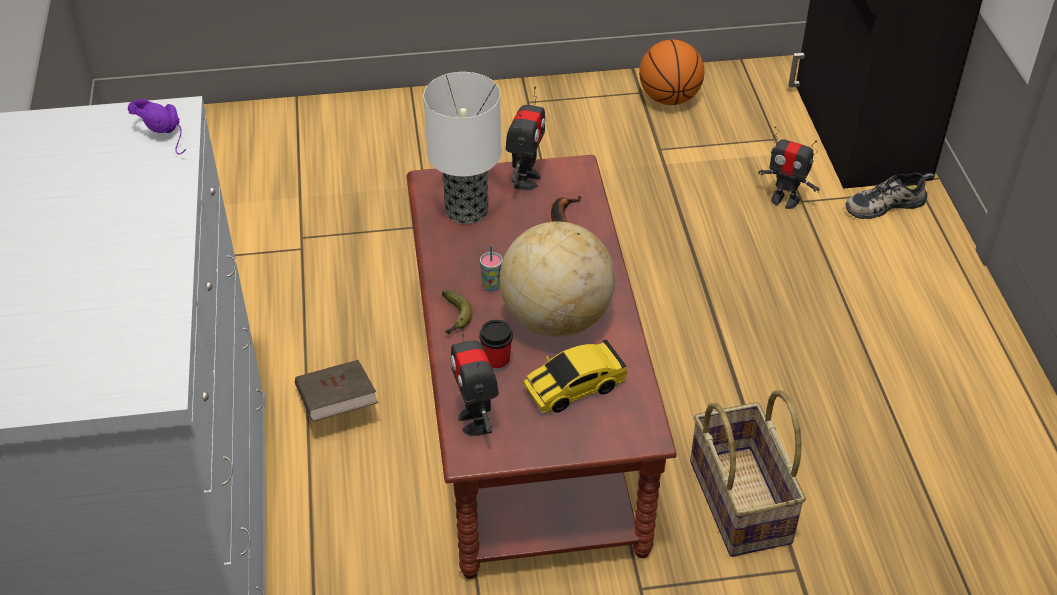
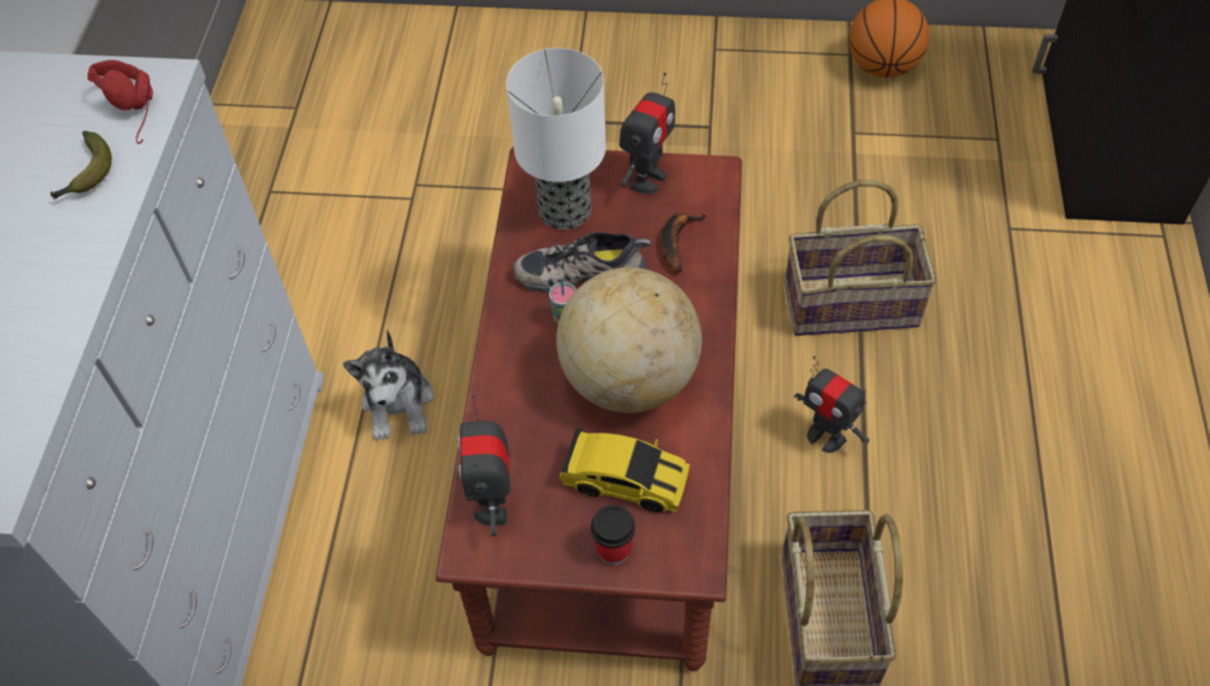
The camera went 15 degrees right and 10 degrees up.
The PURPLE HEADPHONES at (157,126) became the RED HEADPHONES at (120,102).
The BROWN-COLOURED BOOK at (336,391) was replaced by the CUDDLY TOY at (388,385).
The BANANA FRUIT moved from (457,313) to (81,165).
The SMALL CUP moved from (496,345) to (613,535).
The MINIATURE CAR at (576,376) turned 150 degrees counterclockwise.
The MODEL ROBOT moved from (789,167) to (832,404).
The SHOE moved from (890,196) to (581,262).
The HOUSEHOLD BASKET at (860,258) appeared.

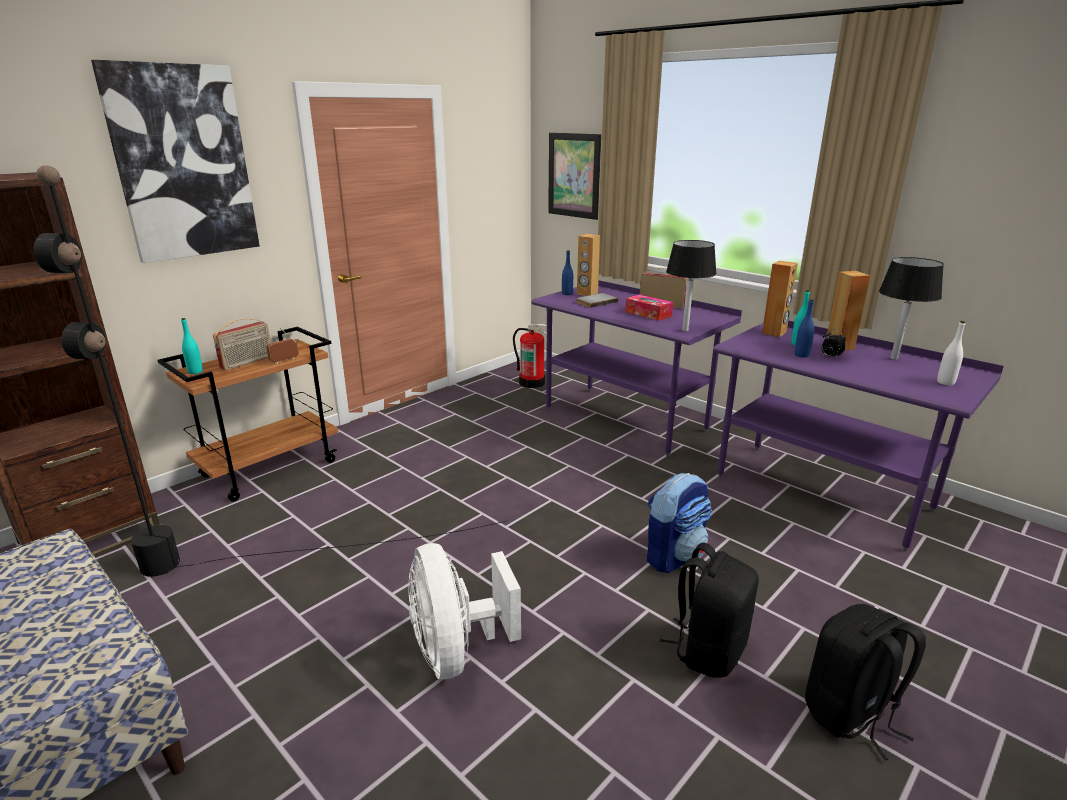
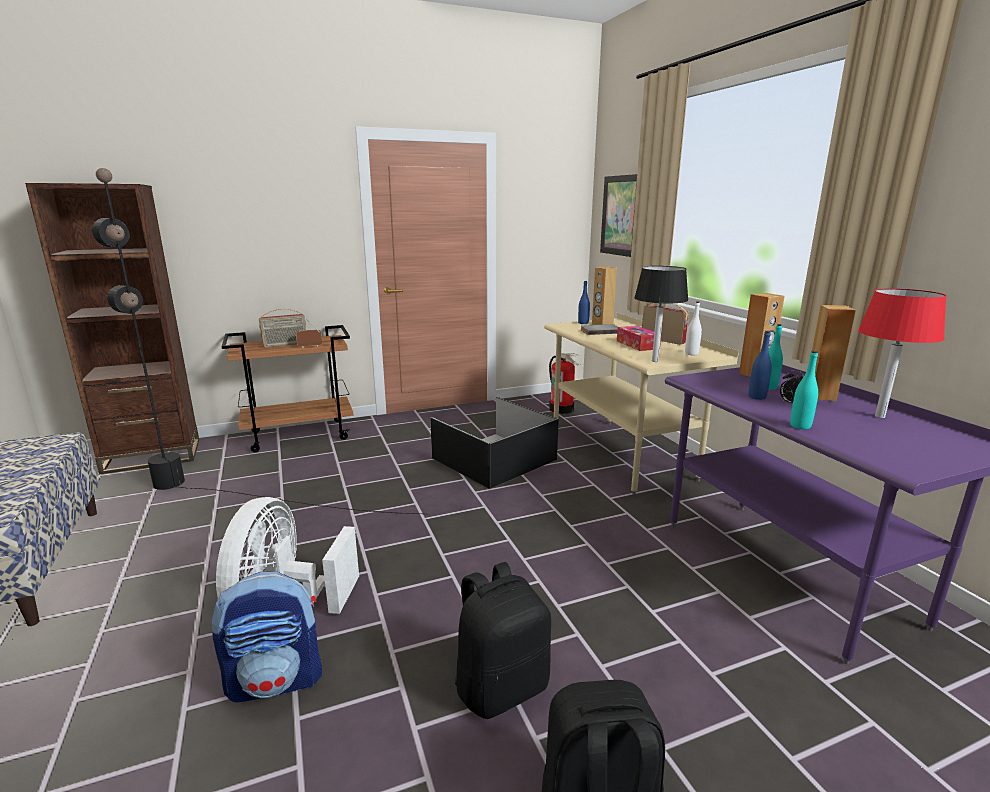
The camera went 25 degrees right and 5 degrees down.
The PICTURE at (175,161) disappeared.
The TURQUOISE-COLOURED BOTTLE moved from (192,346) to (804,390).
The PURPLE DESK UNIT at (636,368) became the SAND-COLOURED DESK UNIT at (641,404).
The RUCKSACK moved from (679,523) to (267,636).
The BLACK-COLOURED TABLETOP LAMP at (911,308) became the RED TABLETOP LAMP at (902,353).
The WHITE-COLOURED BOTTLE moved from (951,353) to (693,328).
The BLACK-COLOURED STORAGE BIN at (494,443) appeared.

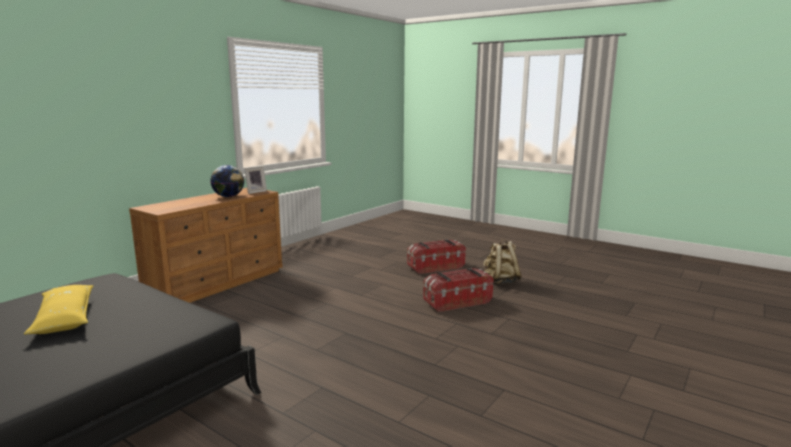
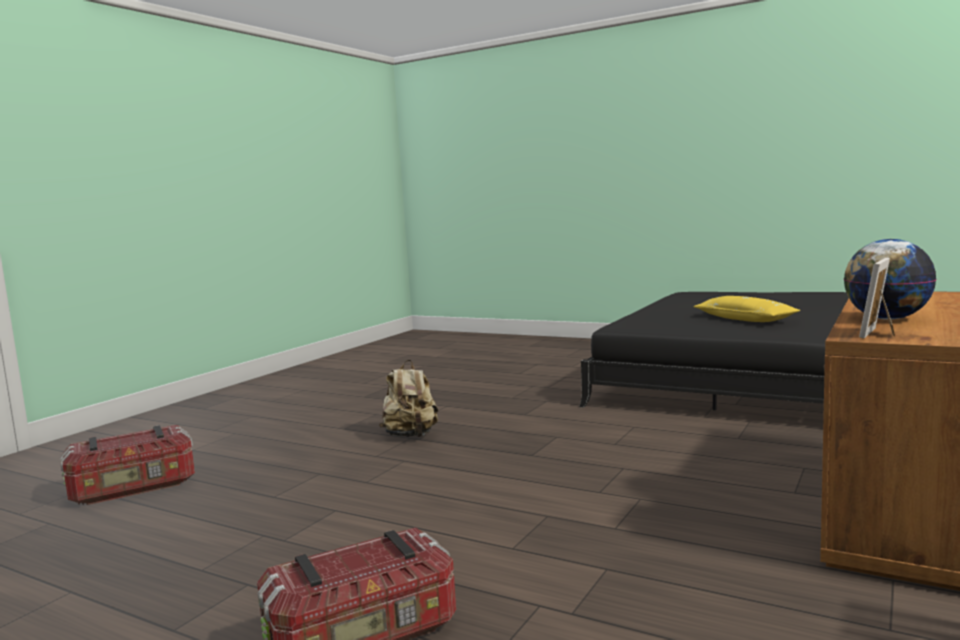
The camera went 175 degrees right and 5 degrees down.
The STORAGE BIN moved from (458,290) to (127,465).
The SAND-COLOURED RUCKSACK moved from (502,261) to (408,398).

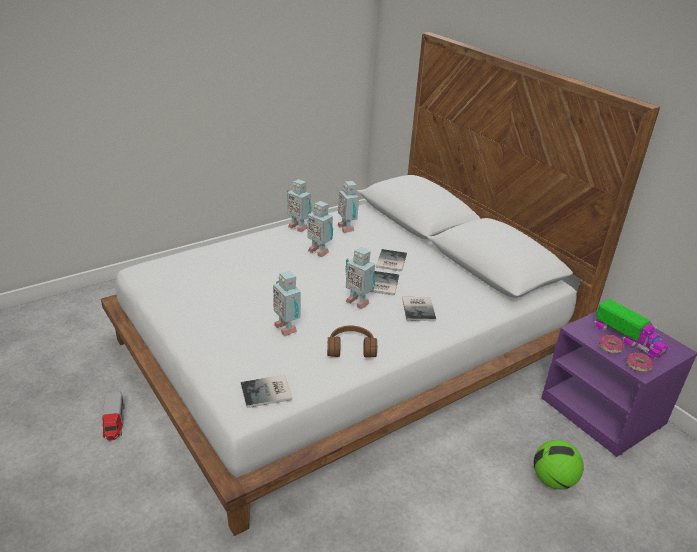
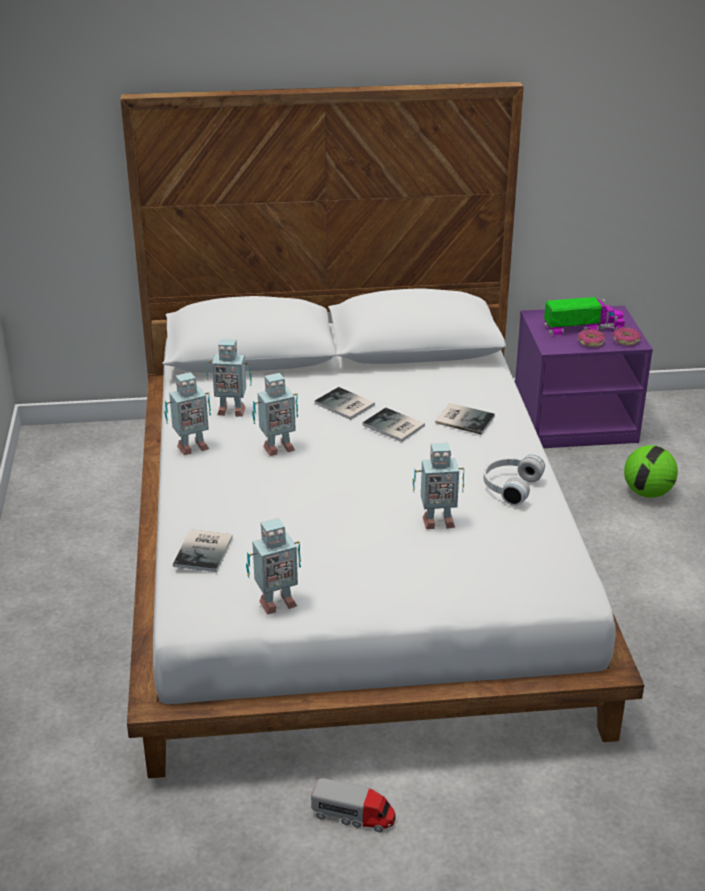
The camera went 60 degrees left and 0 degrees up.
The BOOK moved from (266,391) to (203,550).
The BROWN-COLOURED HEADPHONES at (352,342) became the WHITE-COLOURED HEADPHONES at (514,480).
The MODEL ROBOT moved from (360,278) to (273,566).

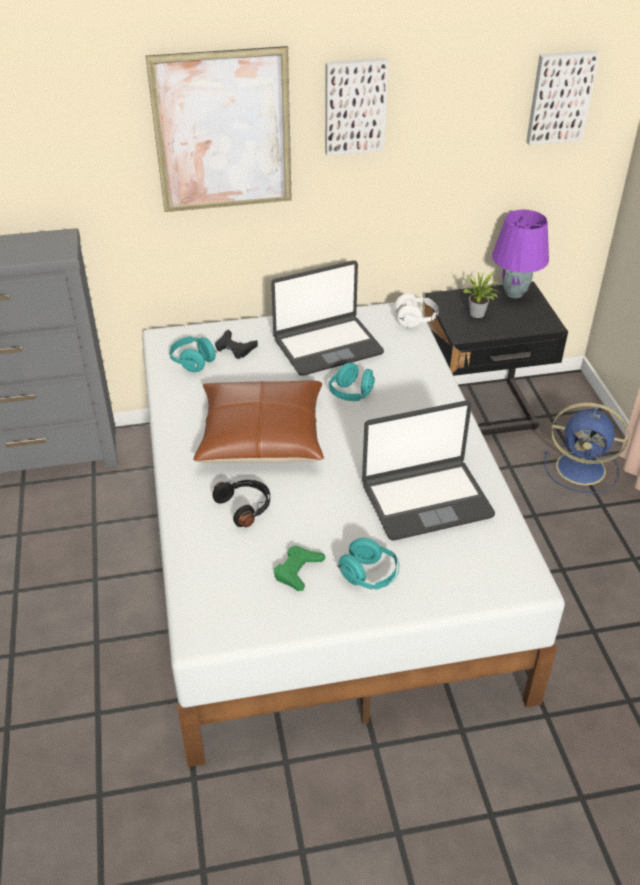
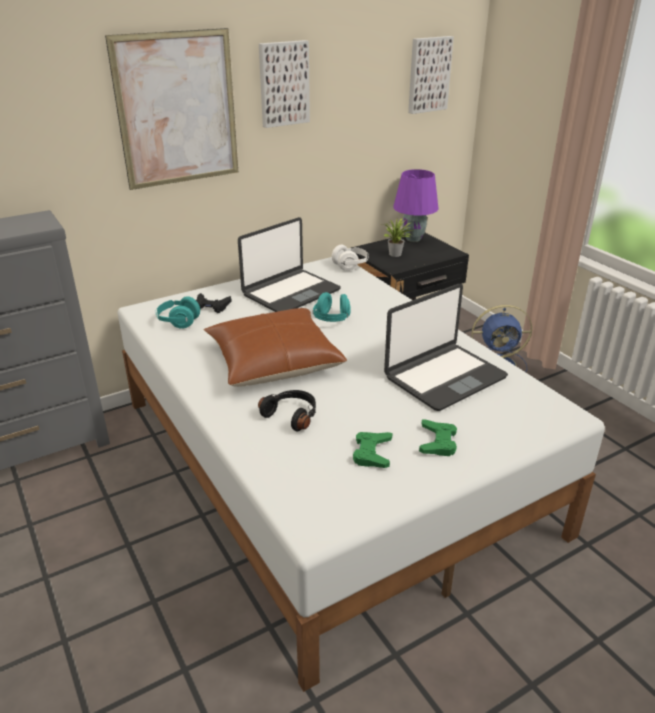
The camera went 20 degrees left and 10 degrees down.
The TURQUOISE-COLOURED HEADPHONES at (368,564) was replaced by the GREEN-COLOURED JOYPAD at (438,437).

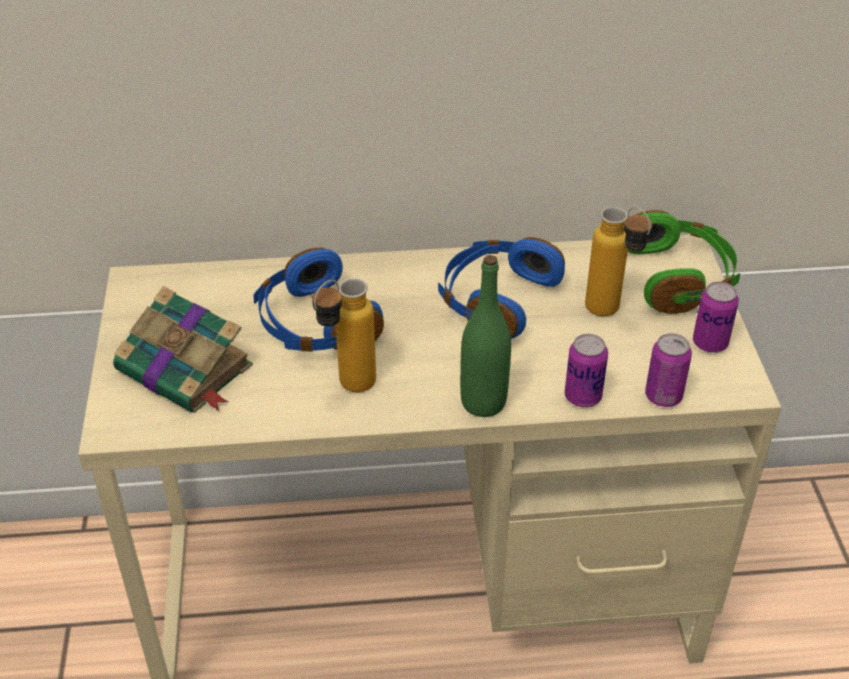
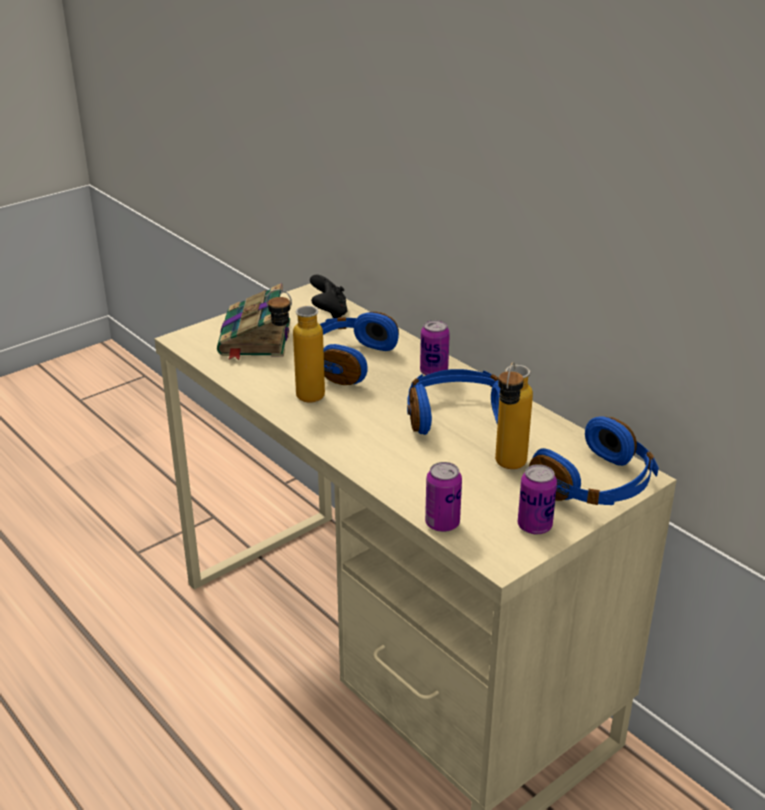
The camera went 55 degrees right and 10 degrees down.
The GREEN-COLOURED BOTTLE at (485,336) disappeared.
The CAN moved from (586,370) to (435,347).
The GREEN-COLOURED HEADPHONES at (684,262) became the BLUISH HEADPHONES at (594,461).
The BLACK-COLOURED JOYPAD at (329,296) appeared.

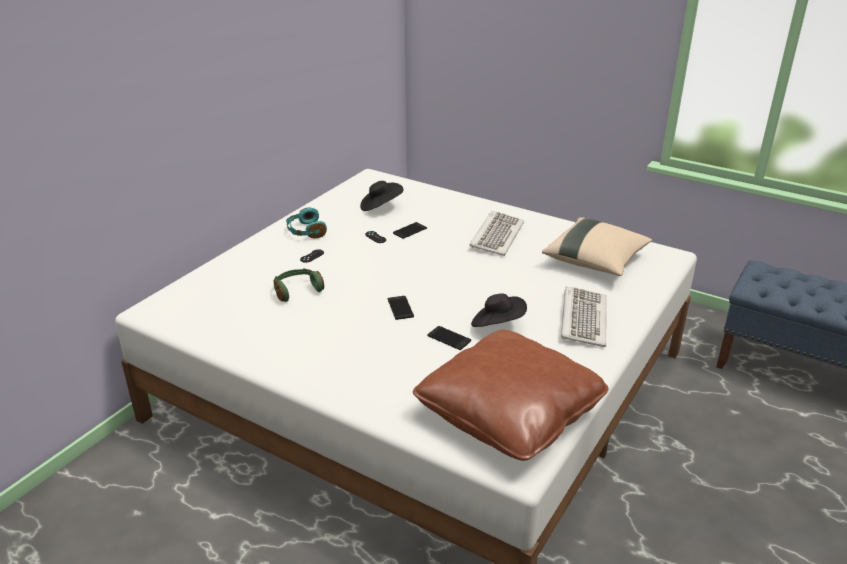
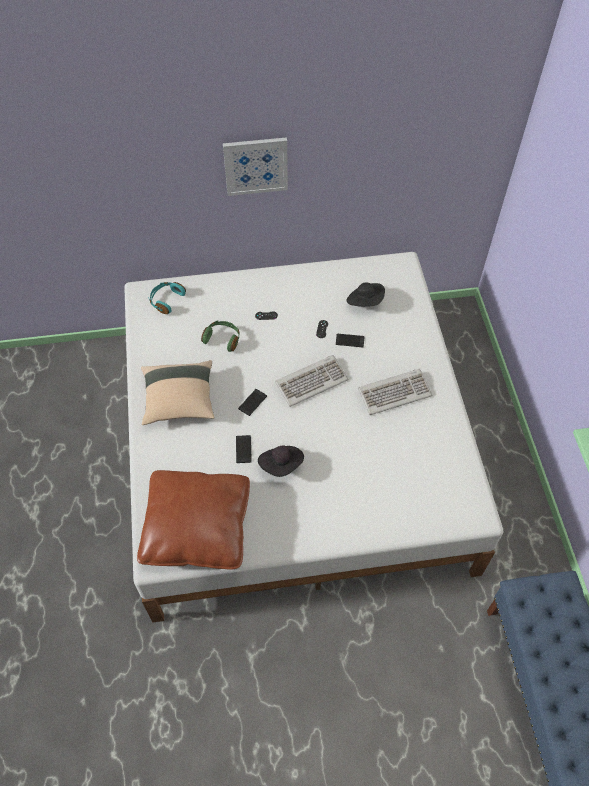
The camera went 50 degrees right and 25 degrees up.
The TURQUOISE-COLOURED HEADPHONES moved from (306,223) to (167,298).
The SAND-COLOURED PILLOW moved from (597,247) to (177,392).
The KEYBOARD moved from (583,317) to (312,381).
The PICTURE at (255,166) appeared.

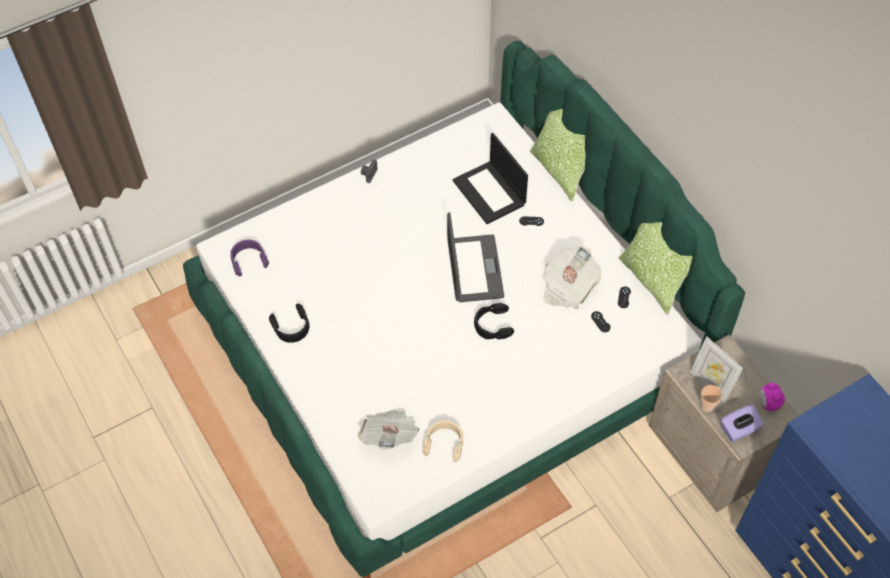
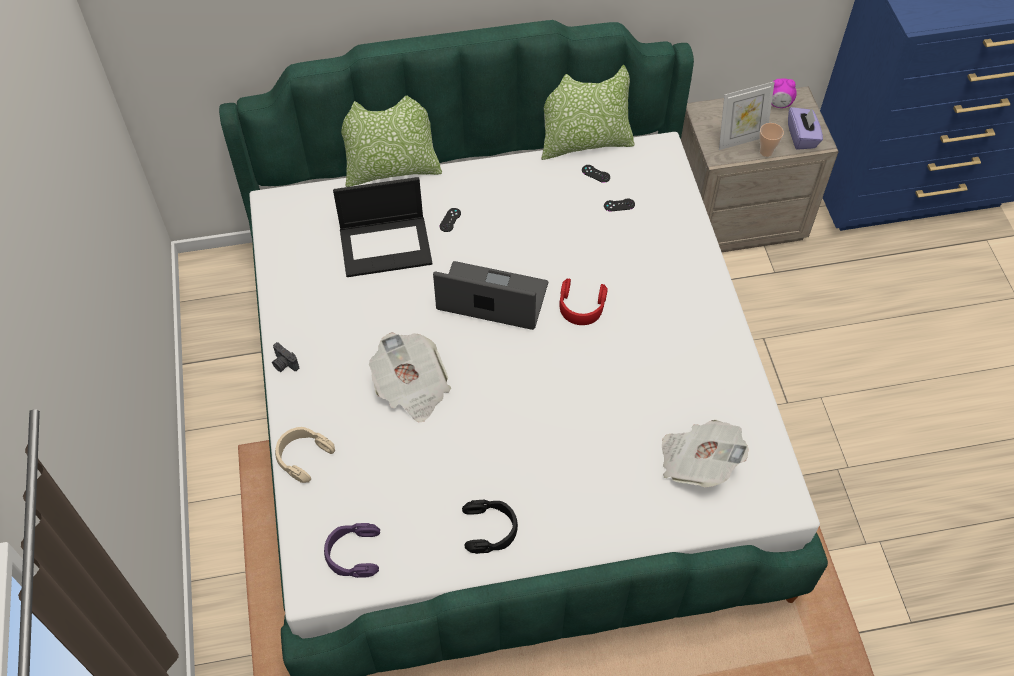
The camera went 70 degrees left and 0 degrees up.
The SAND-COLOURED HEADPHONES moved from (442,441) to (305,455).
The BLACK-COLOURED HEADPHONES at (494,321) became the RED HEADPHONES at (583,301).
The DAILY PAPER moved from (572,277) to (410,377).

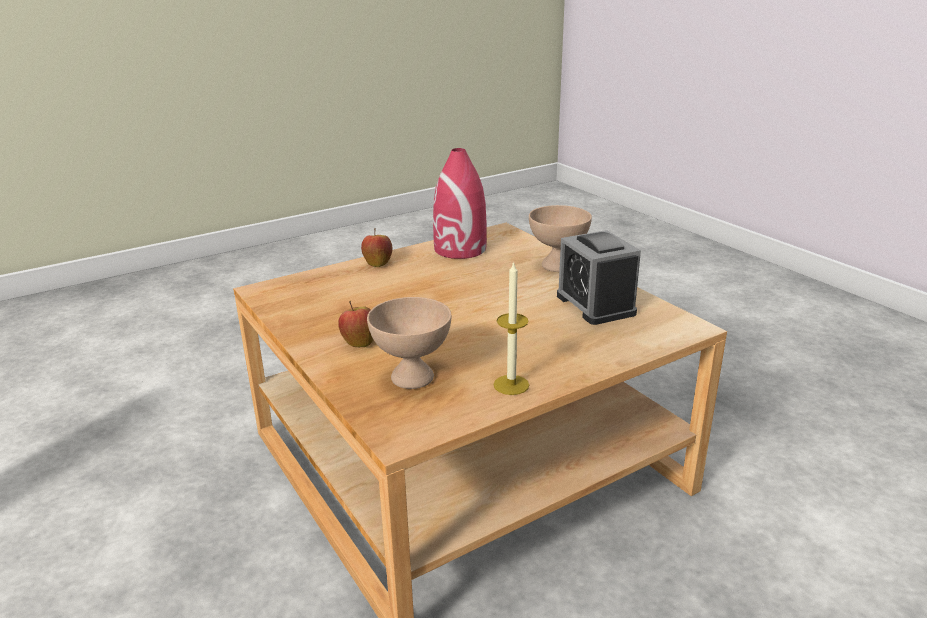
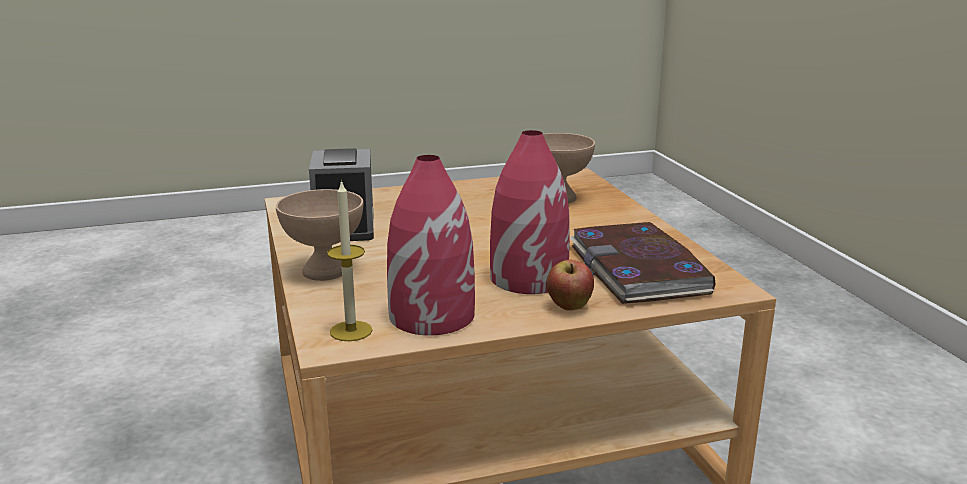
The camera went 165 degrees left and 5 degrees down.
The APPLE FRUIT at (355,324) disappeared.
The WAX CANDLE moved from (511,328) to (350,260).
The RED DECORATIVE VASE at (530,212) appeared.
The BOOK at (643,263) appeared.

